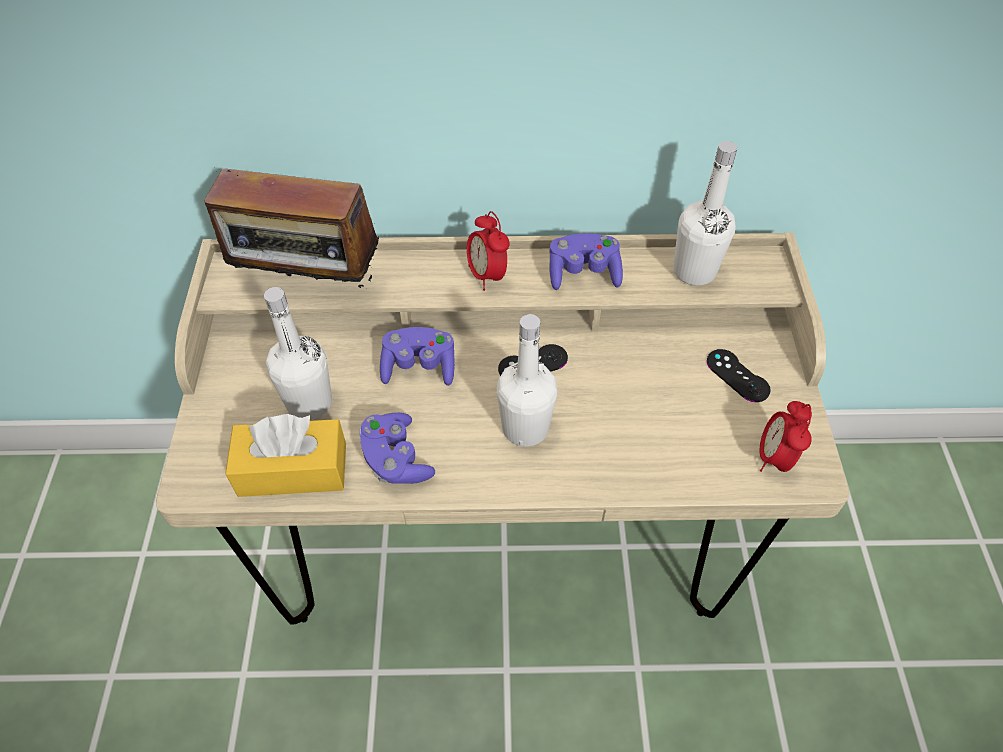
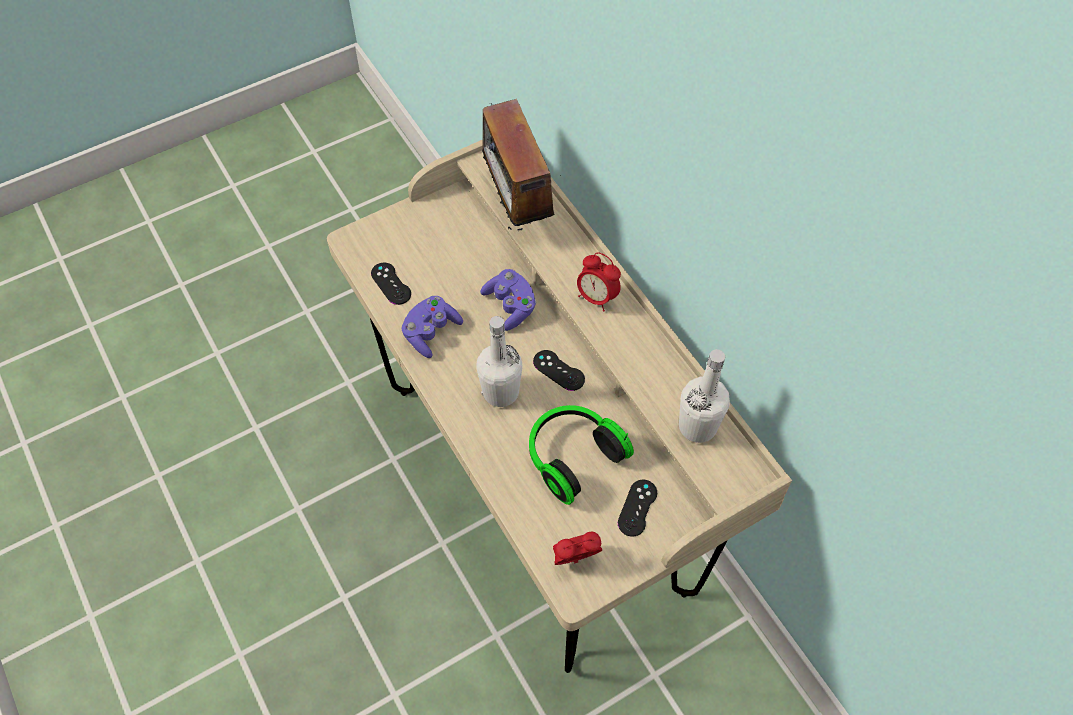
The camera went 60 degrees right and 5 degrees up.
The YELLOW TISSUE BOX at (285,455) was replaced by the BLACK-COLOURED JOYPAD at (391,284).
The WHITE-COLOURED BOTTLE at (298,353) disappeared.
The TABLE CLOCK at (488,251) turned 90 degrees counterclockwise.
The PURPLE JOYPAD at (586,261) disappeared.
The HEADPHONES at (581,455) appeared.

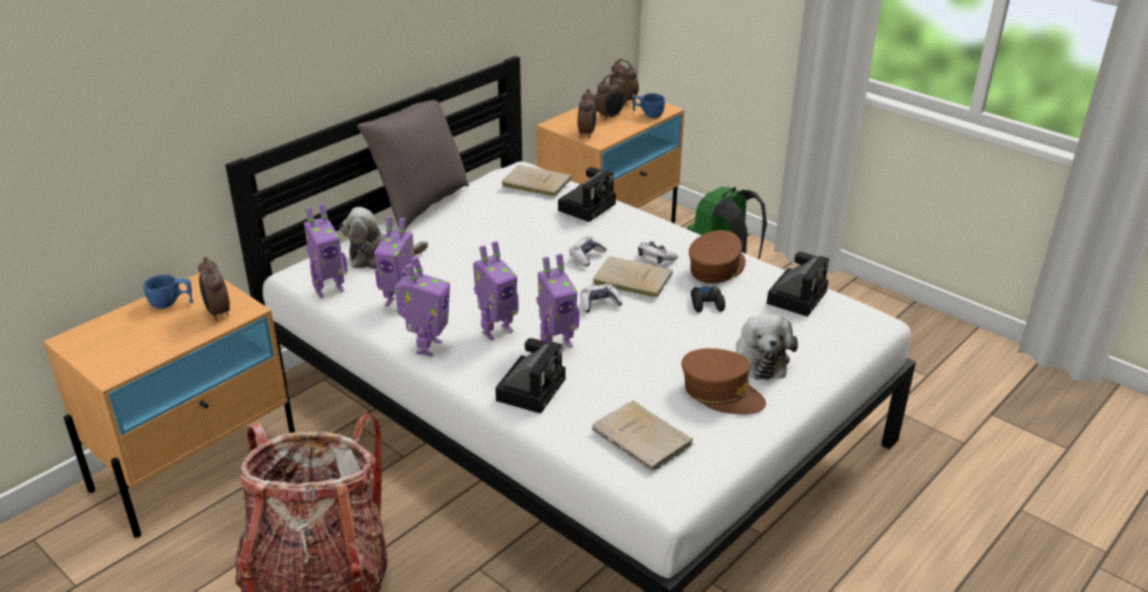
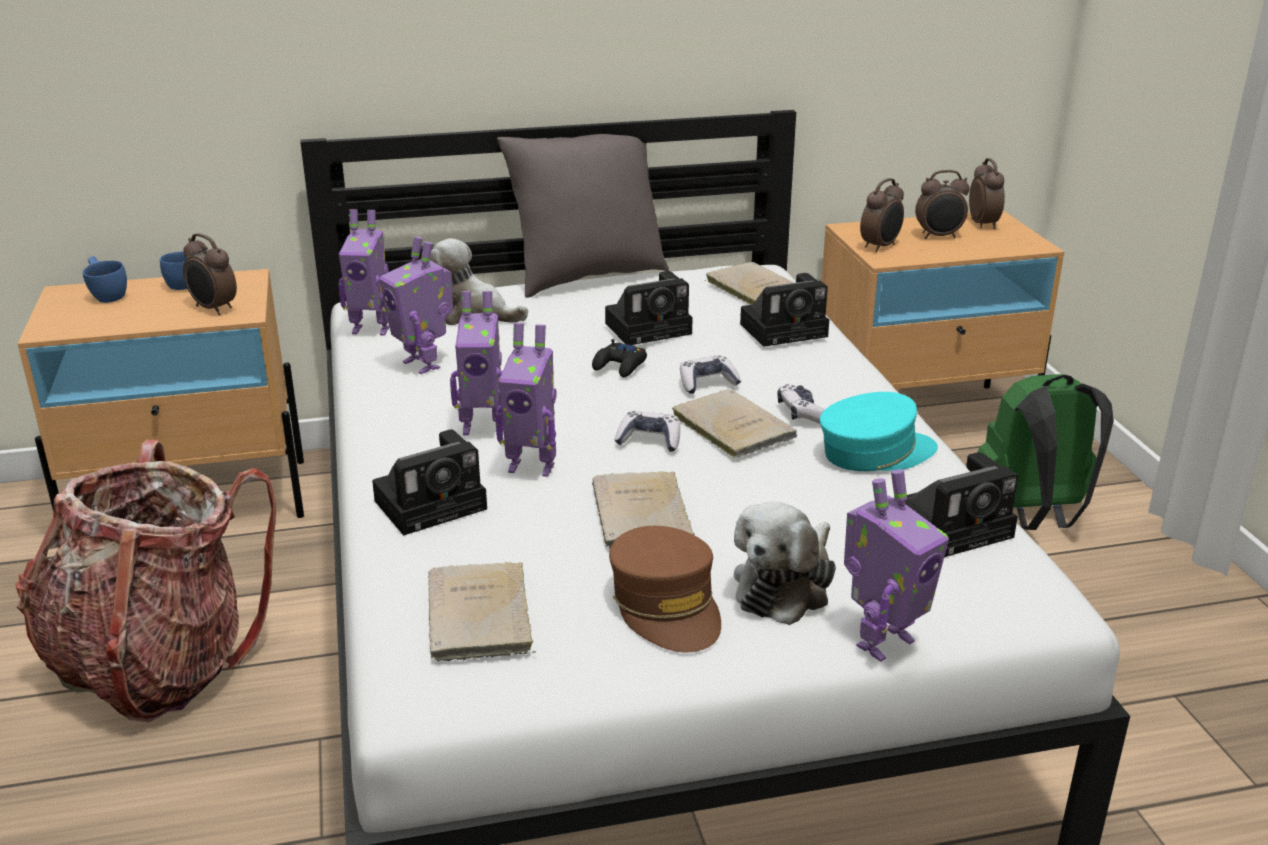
The camera went 35 degrees right and 5 degrees down.
The TABLE CLOCK at (214,289) turned 60 degrees counterclockwise.
The MODEL ROBOT moved from (422,307) to (896,565).
The BLUISH SMALL CUP moved from (648,105) to (104,279).
The BROWN-COLOURED BASEBALL CAP at (717,256) became the TURQUOISE-COLOURED BASEBALL CAP at (879,431).
The BLACK-COLOURED JOYPAD moved from (708,300) to (619,358).
The SAND-COLOURED BOOK at (643,510) appeared.
The STILL CAMERA at (649,308) appeared.

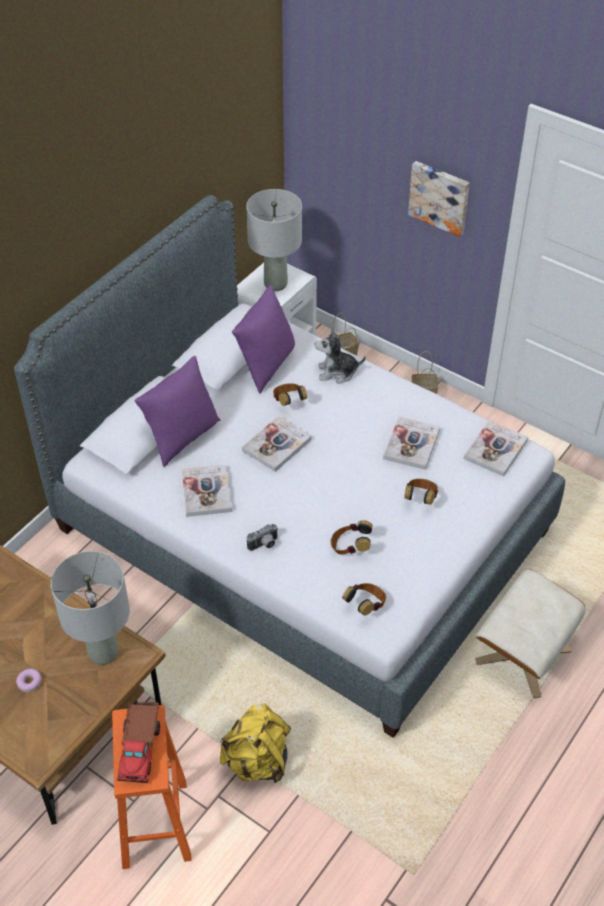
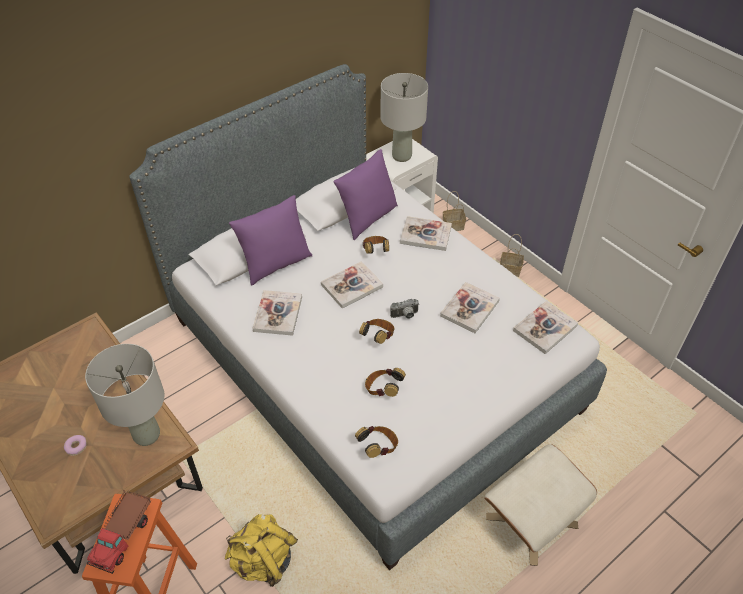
The camera went 15 degrees right and 0 degrees up.
The STILL CAMERA moved from (262,537) to (404,309).
The CUDDLY TOY at (340,356) was replaced by the BOOK at (426,233).
The HEADPHONES moved from (421,492) to (376,331).
The PICTURE at (439,199) disappeared.

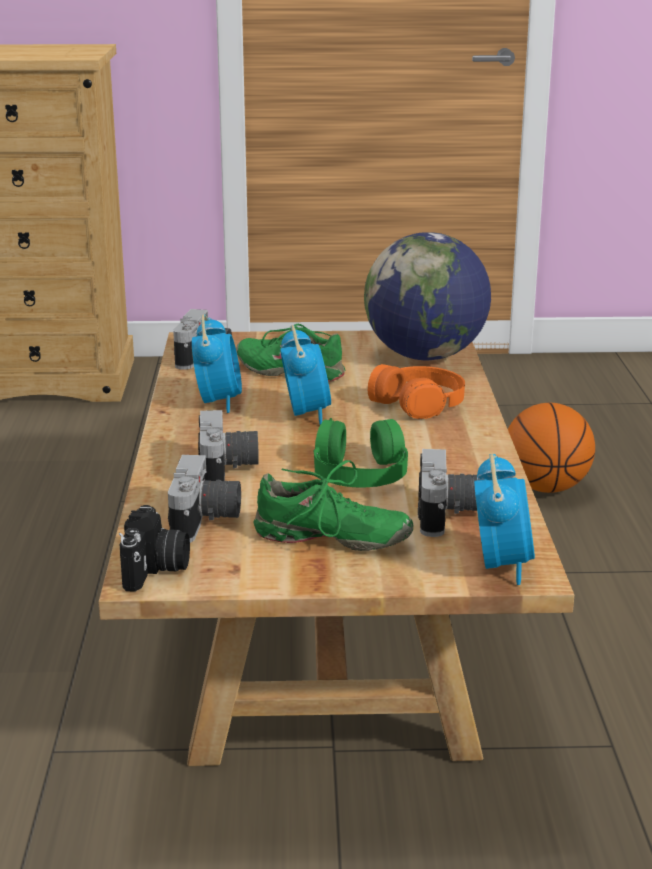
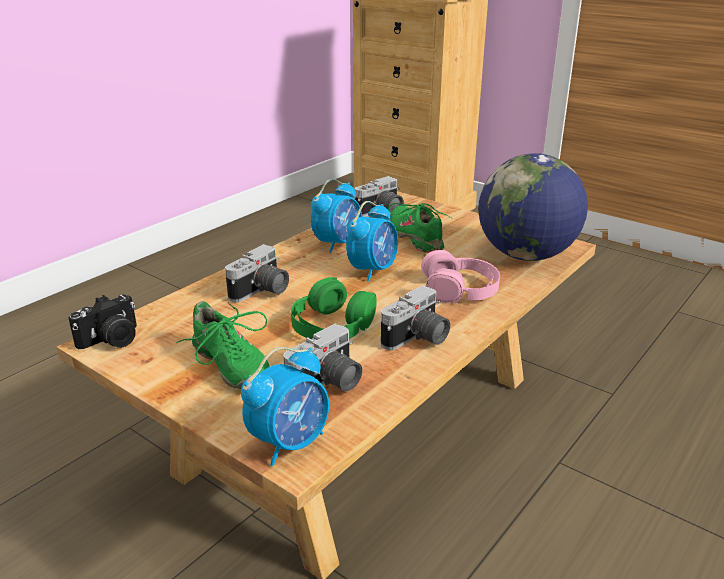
The camera went 40 degrees right and 5 degrees up.
The STILL CAMERA moved from (204,499) to (415,317).
The ORANGE HEADPHONES at (416,391) became the PINK-COLOURED HEADPHONES at (460,276).
The BASKETBALL BALL at (551,448) disappeared.

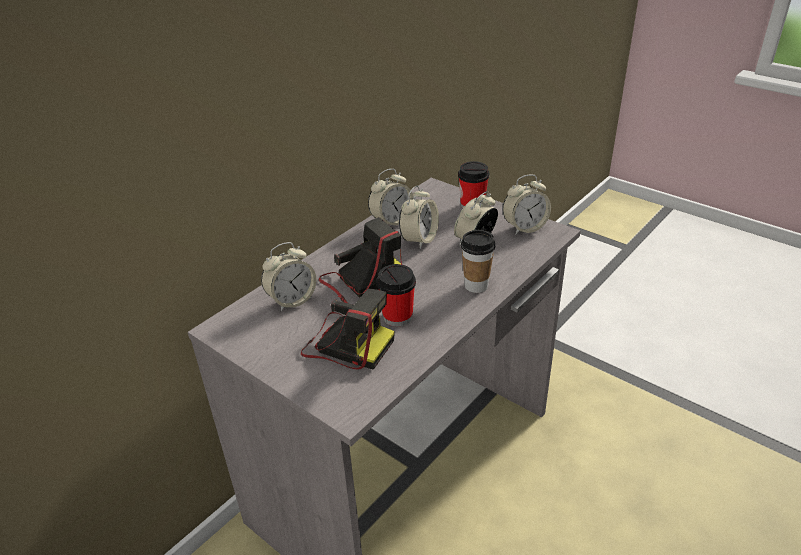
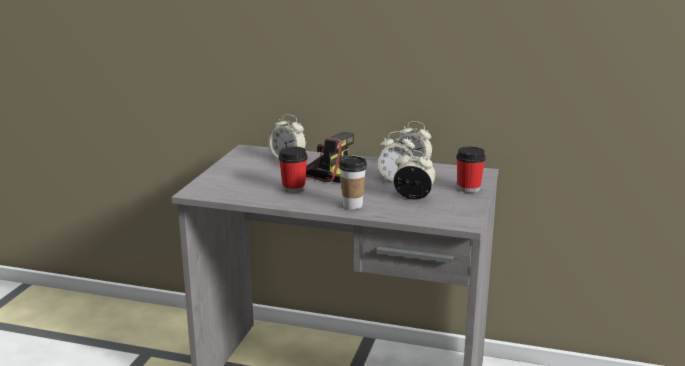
The camera went 65 degrees right and 15 degrees down.
The STILL CAMERA at (348,329) disappeared.
The TABLE CLOCK at (527,205) disappeared.

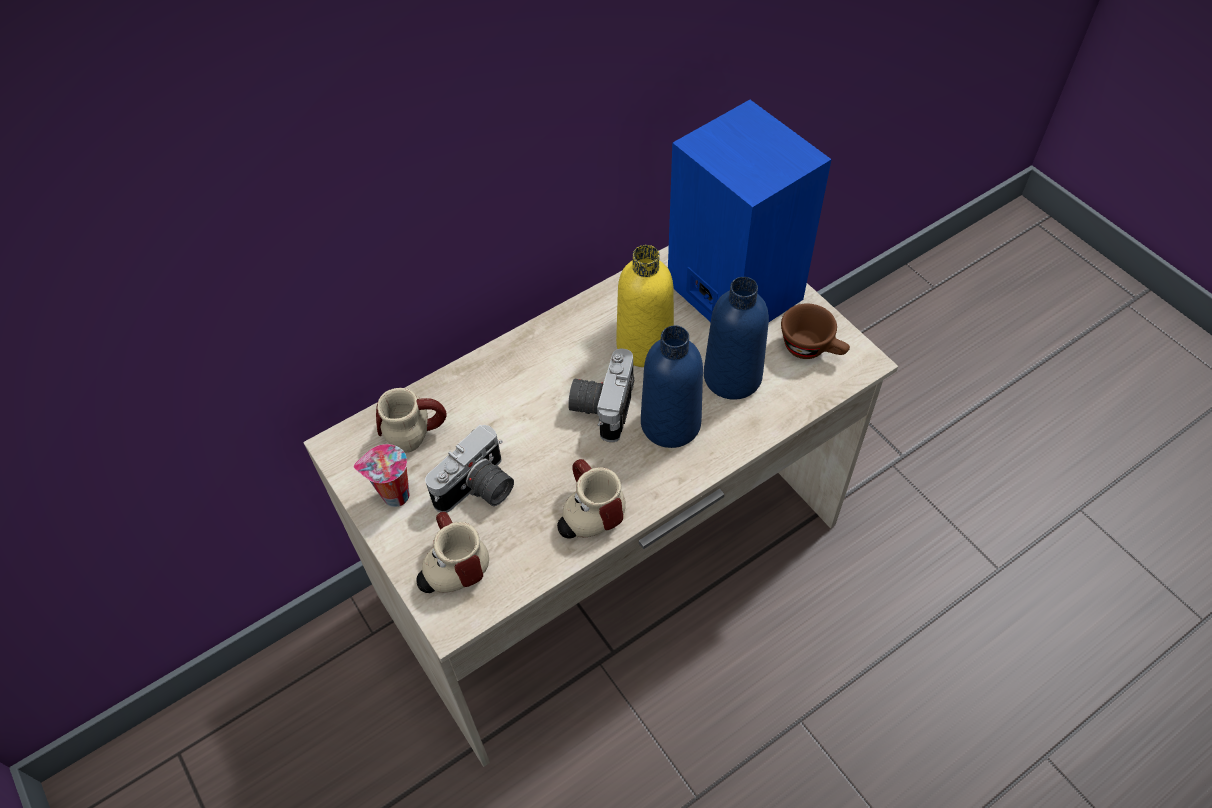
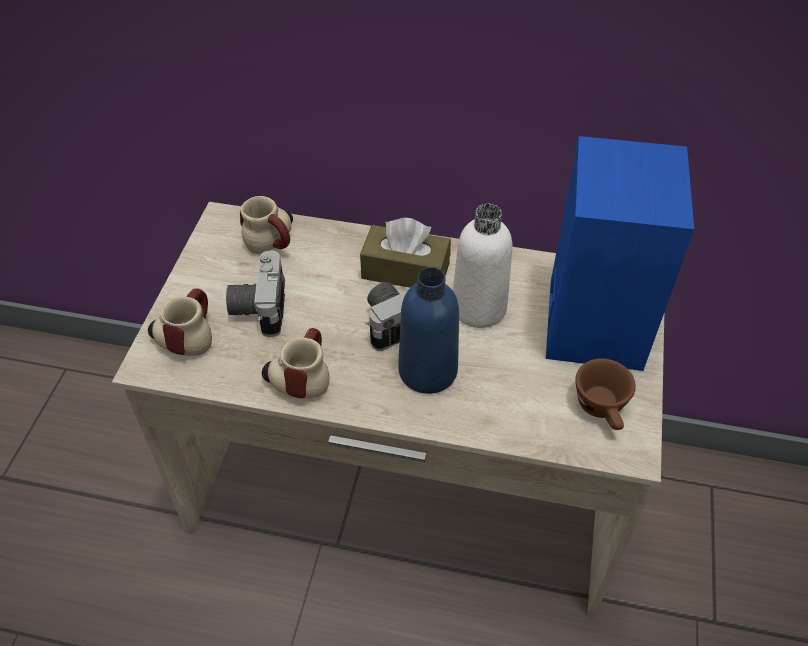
The camera went 45 degrees right and 5 degrees down.
The SMALL CUP at (381,475) disappeared.
The STILL CAMERA at (469,469) turned 90 degrees clockwise.
The YELLOW BOTTLE at (645,306) became the WHITE-COLOURED BOTTLE at (483,266).
The BLUISH BOTTLE at (736,338) disappeared.
The BROWN-COLOURED TISSUE BOX at (405,253) appeared.

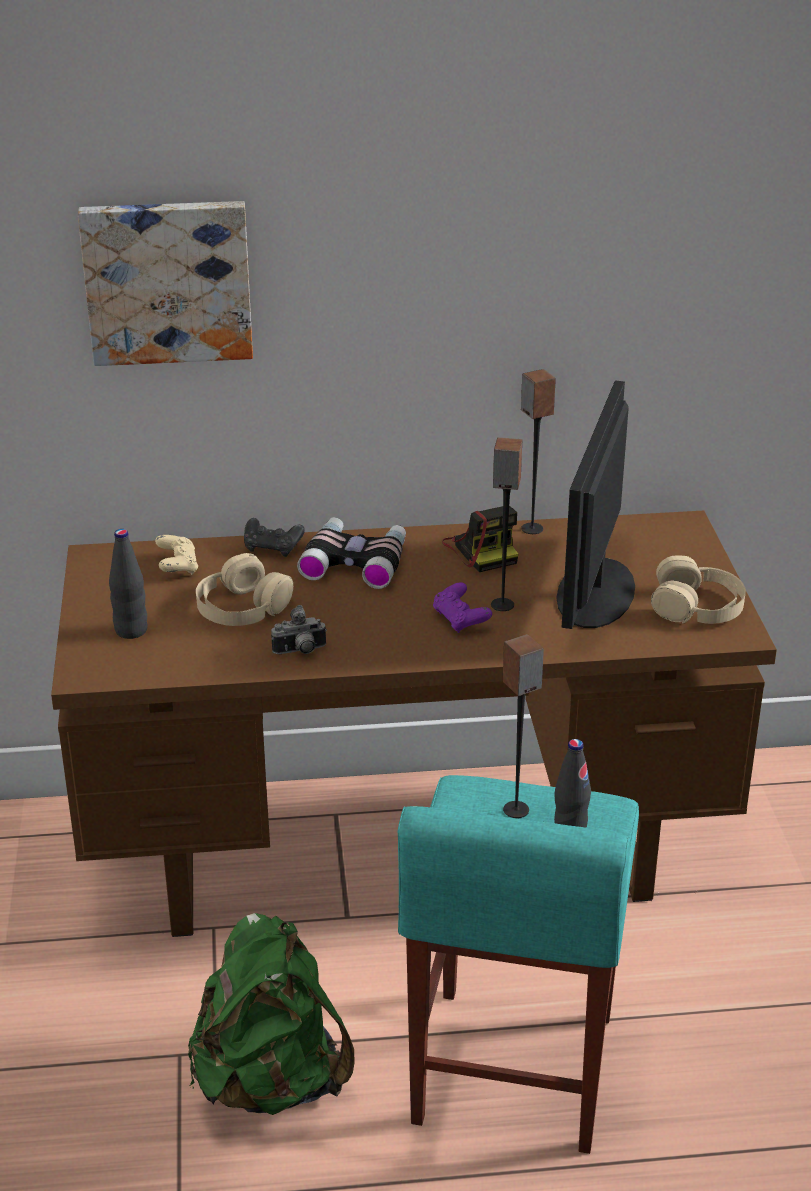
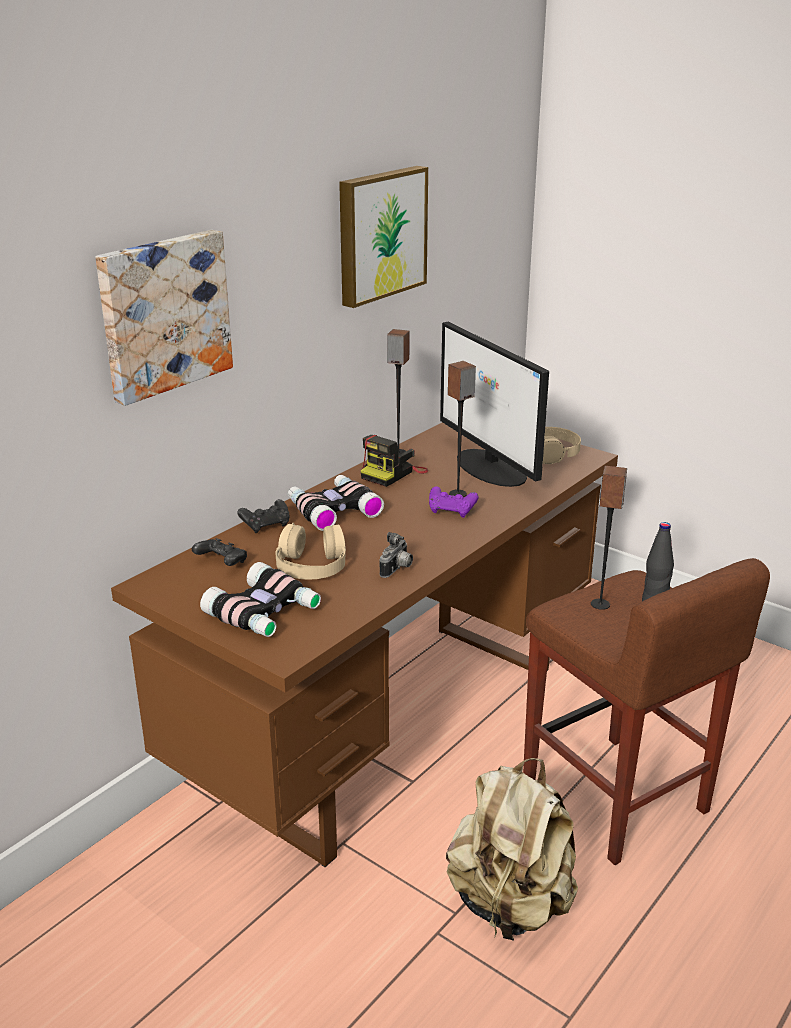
The camera went 45 degrees left and 5 degrees down.
The BLACK-COLOURED BOTTLE at (128,584) was replaced by the BINOCULARS at (260,599).
The SAND-COLOURED JOYPAD at (176,555) became the BLACK-COLOURED JOYPAD at (219,552).
The GREEN-COLOURED RUCKSACK at (271,1014) became the SAND-COLOURED RUCKSACK at (512,849).
The TURQUOISE-COLOURED SITTING STOOL at (518,964) became the BROWN-COLOURED SITTING STOOL at (646,711).
The STILL CAMERA at (480,539) turned 105 degrees clockwise.
The PICTURE at (383,237) appeared.

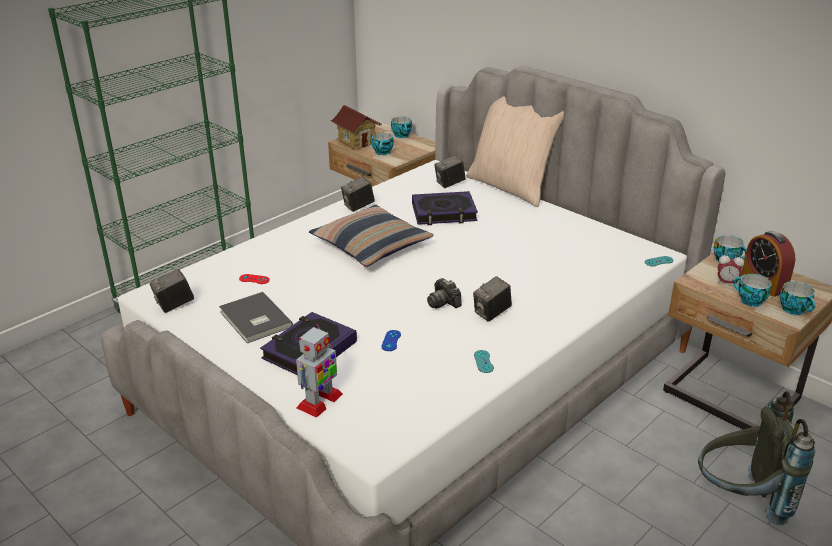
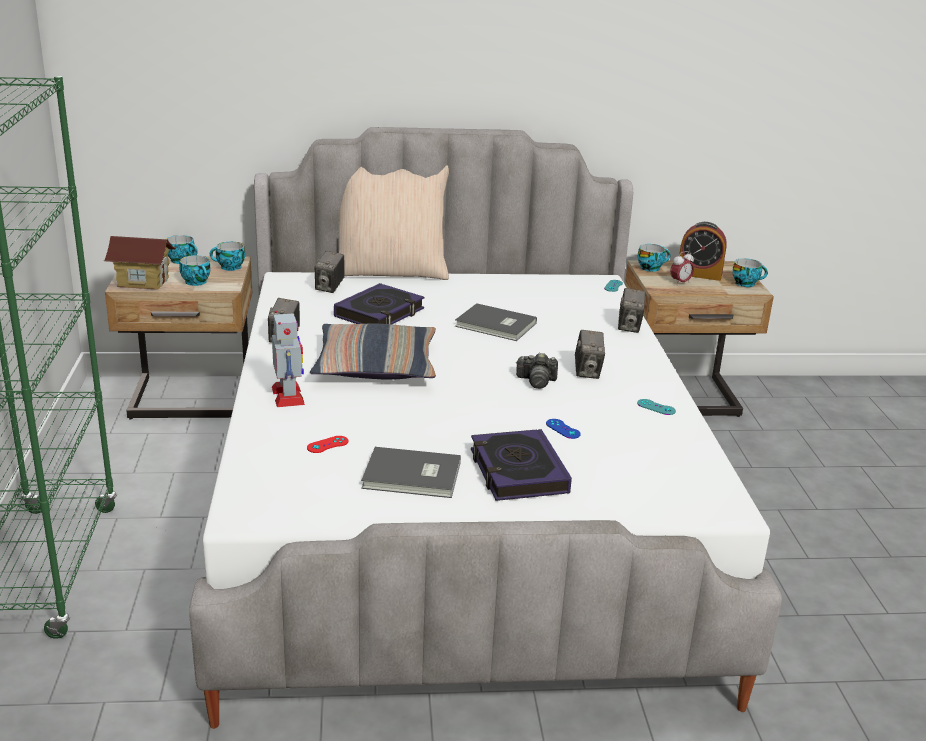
The camera went 50 degrees left and 5 degrees down.
The STILL CAMERA moved from (171,291) to (632,310).
The MODEL ROBOT moved from (319,371) to (288,359).
The GRAY RUCKSACK at (756,458) disappeared.
The SMALL CUP moved from (753,290) to (227,256).
The GRAY BOOK at (496,322) appeared.

